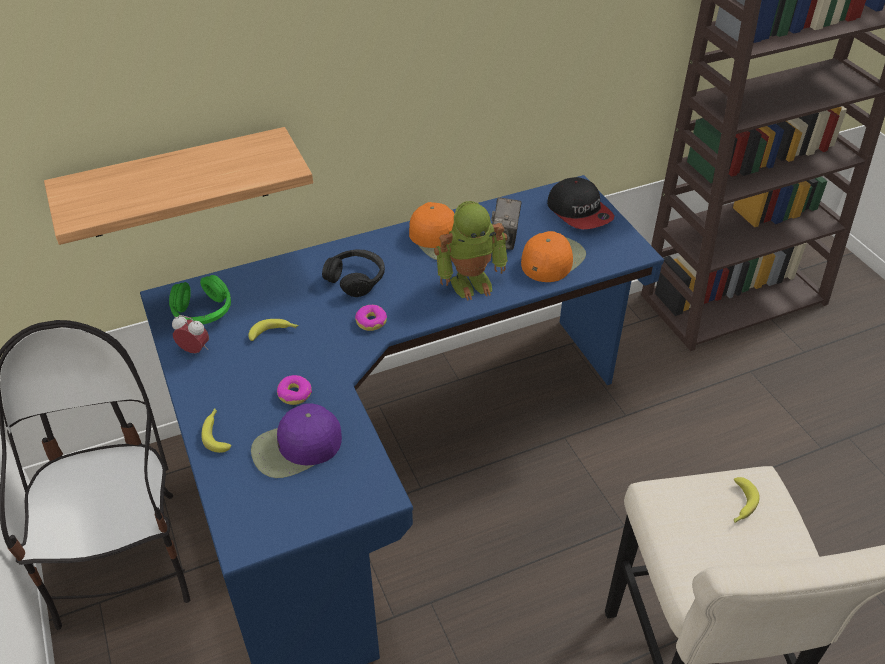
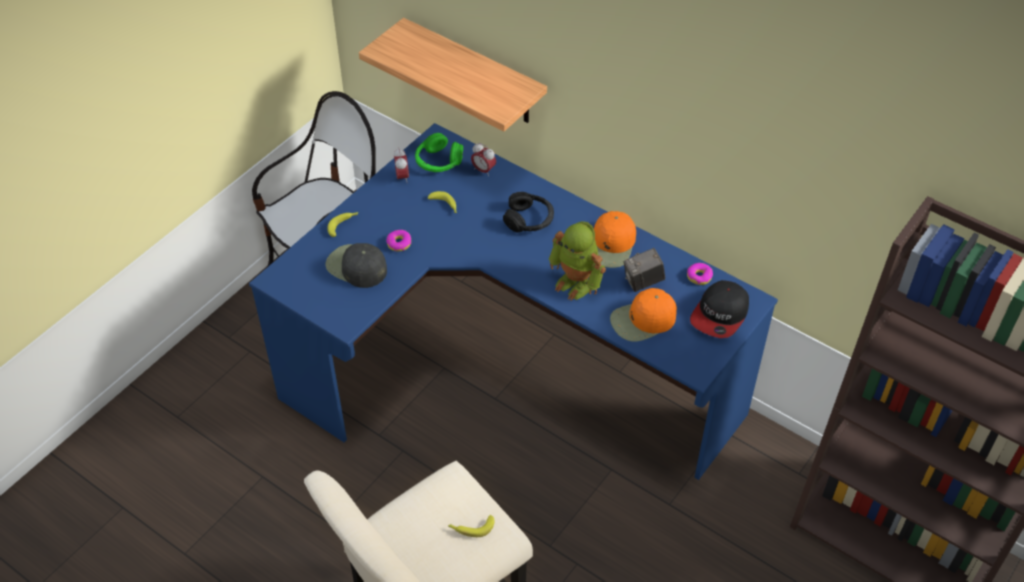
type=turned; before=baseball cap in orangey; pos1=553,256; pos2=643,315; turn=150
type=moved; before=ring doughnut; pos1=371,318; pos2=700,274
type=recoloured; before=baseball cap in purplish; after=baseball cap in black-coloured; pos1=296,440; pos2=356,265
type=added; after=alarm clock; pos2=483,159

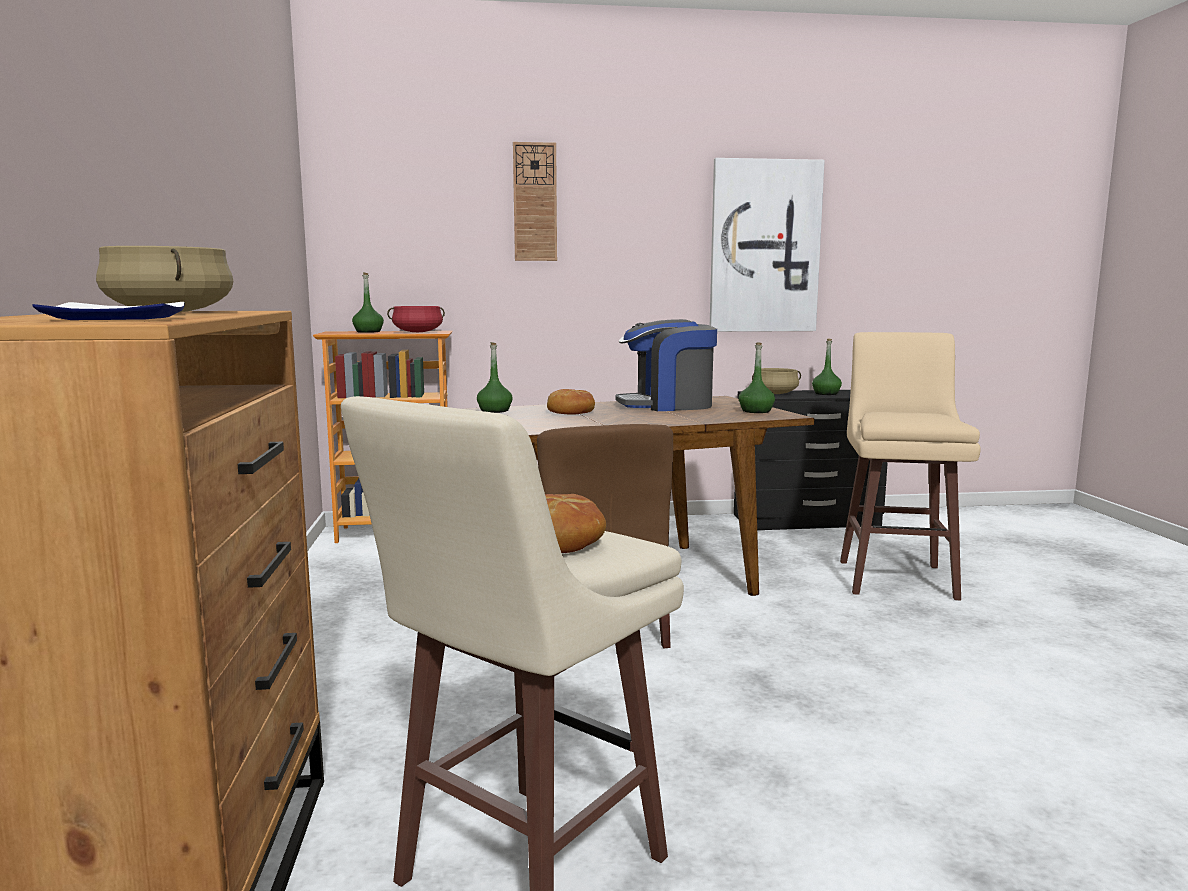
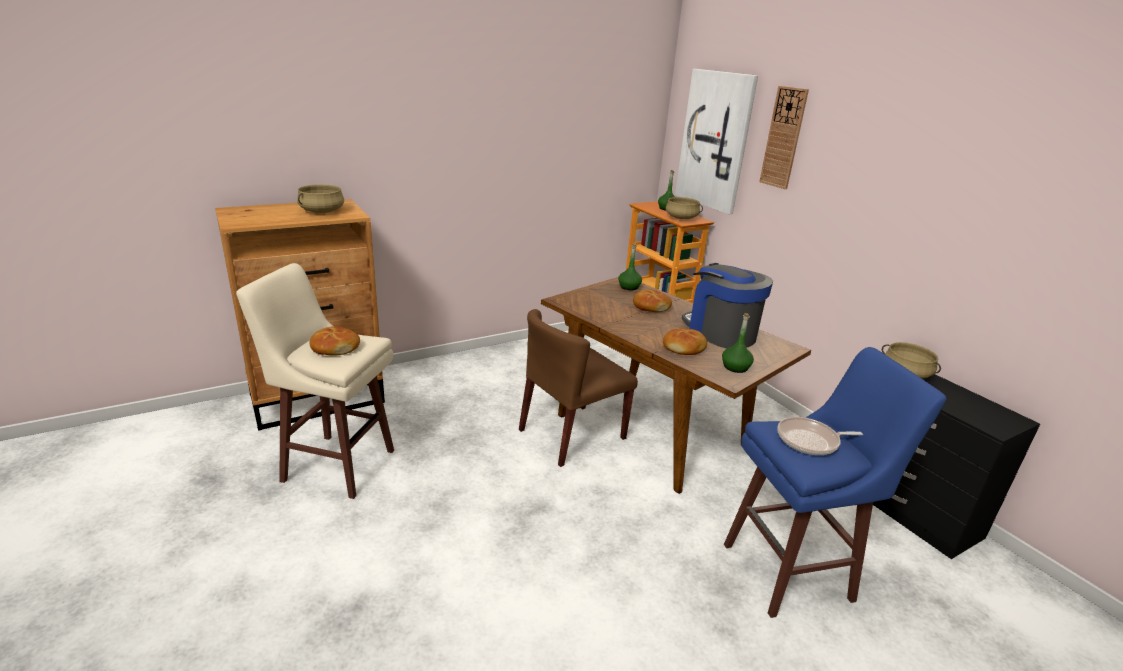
type=moved; before=picture; pos1=767,245; pos2=716,141
type=removed; before=dinner plate; pos1=108,311
type=recoloured; before=saucepot in reddish; after=saucepot in beige-coloured; pos1=416,319; pos2=684,208
type=recoloured; before=stool in beige-coloured; after=stool in blue; pos1=910,466; pos2=835,482
type=removed; before=drink bottle in greenish; pos1=827,367
type=added; after=bakery bread; pos2=685,341
type=added; after=skillet; pos2=820,436

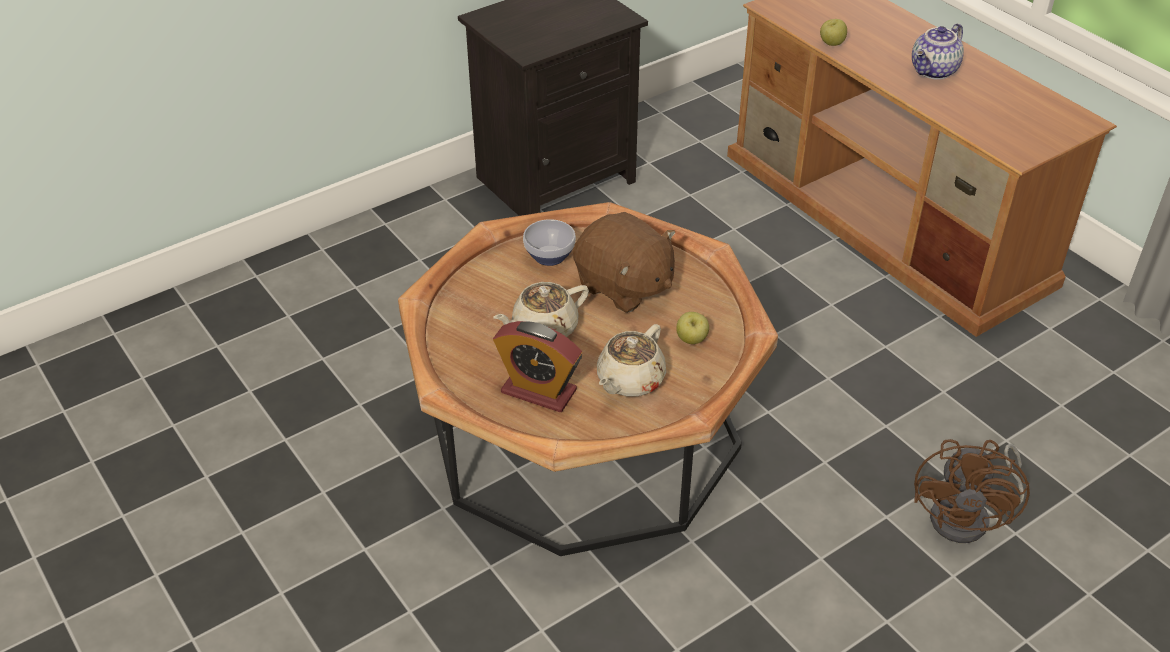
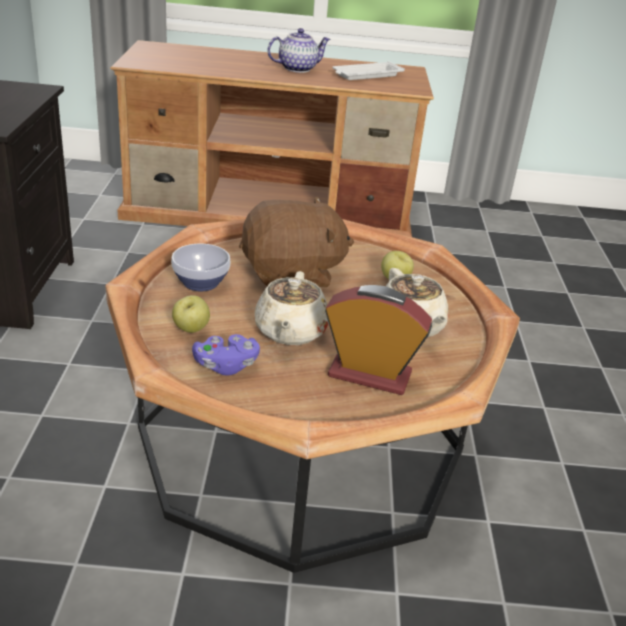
type=moved; before=apple; pos1=833,32; pos2=191,314
type=turned; before=tea pot; pos1=938,51; pos2=299,50; turn=-105
type=turned; before=alarm clock; pos1=537,366; pos2=378,340; turn=-135
type=removed; before=fan in brown; pos1=972,491
type=added; after=carrying tray in white-coloured; pos2=368,70
type=added; after=joypad in purplish; pos2=226,355

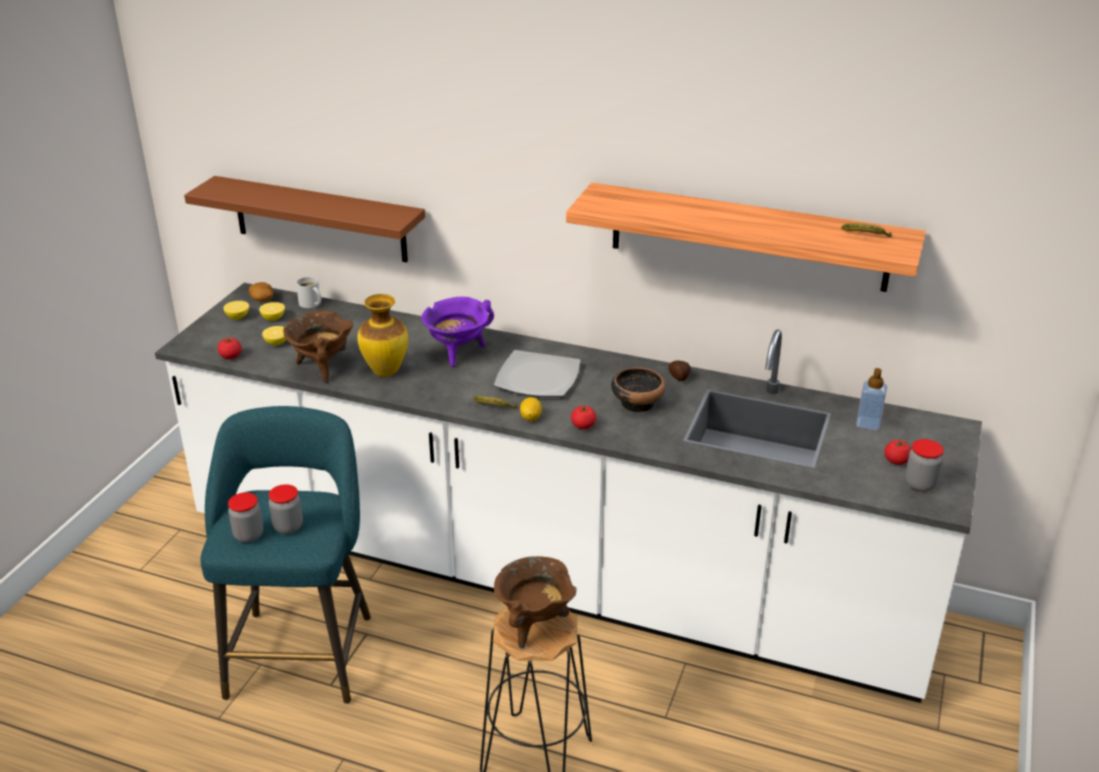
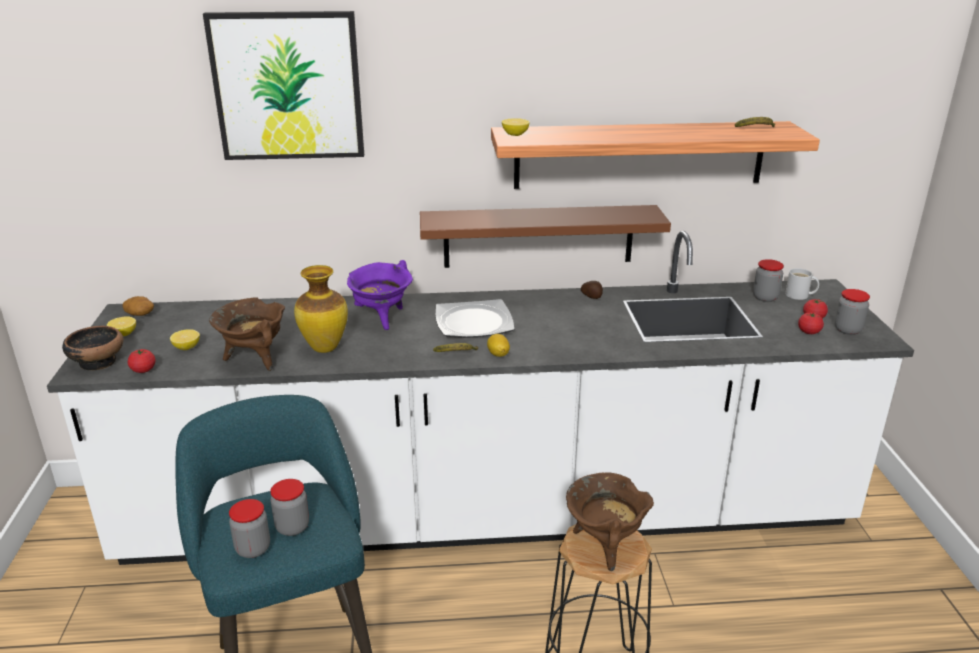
type=moved; before=wall shelf in brown; pos1=304,219; pos2=545,236
type=moved; before=tea mug in white-coloured; pos1=309,292; pos2=802,284
type=moved; before=citrus fruit; pos1=272,311; pos2=515,127
type=moved; before=serving bowl; pos1=638,390; pos2=92,348
type=replaced; before=soap dispenser; after=storage jar; pos1=871,399; pos2=768,280
type=moved; before=whole tomato; pos1=583,417; pos2=811,323
type=added; after=picture; pos2=283,85

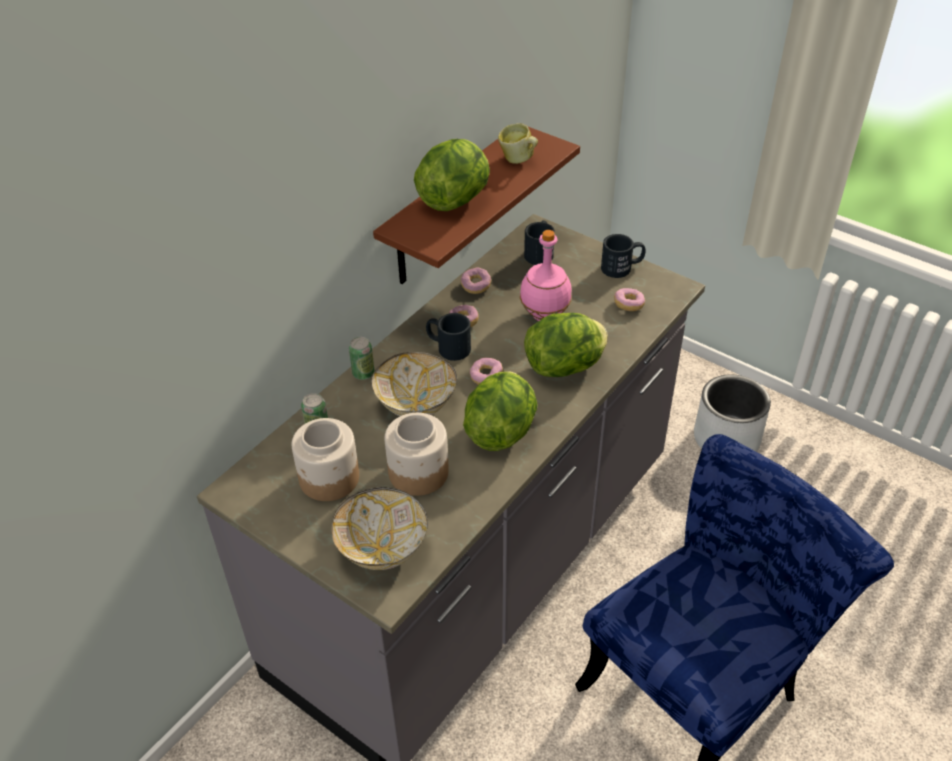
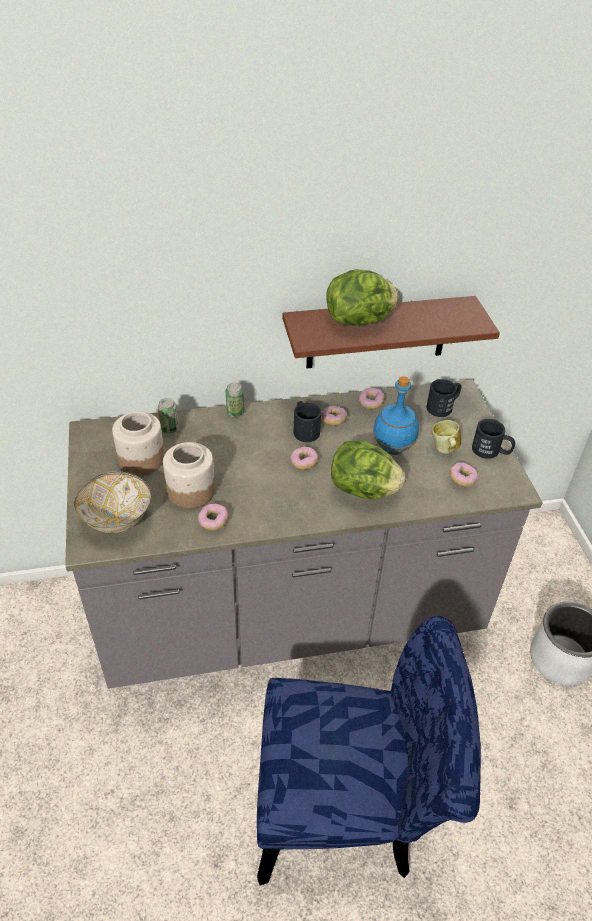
type=moved; before=tea mug; pos1=518,143; pos2=446,437
type=recoloured; before=drink bottle in pinkish; after=drink bottle in blue; pos1=546,275; pos2=396,415
type=removed; before=serving bowl; pos1=414,384
type=removed; before=lettuce head; pos1=500,411
type=added; after=ring doughnut; pos2=213,516

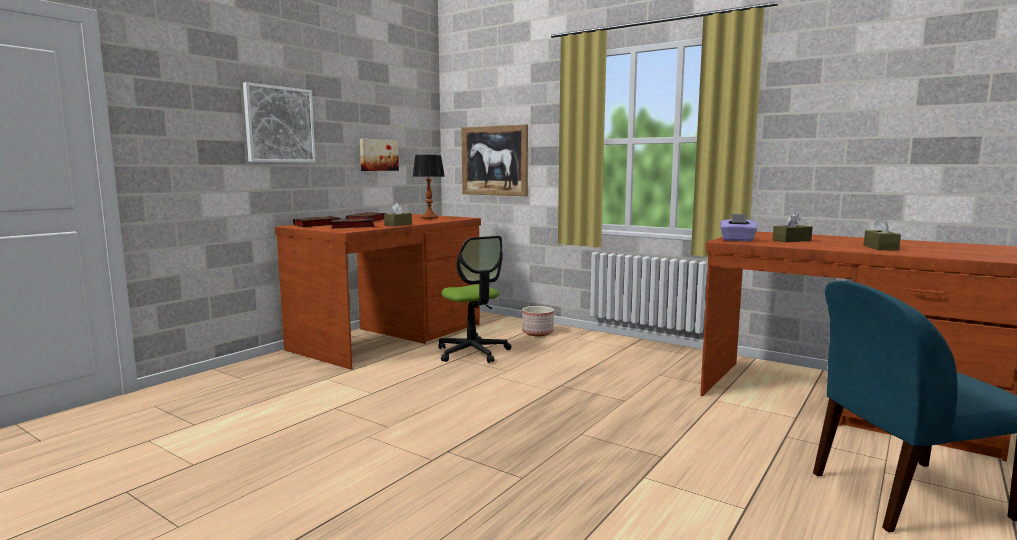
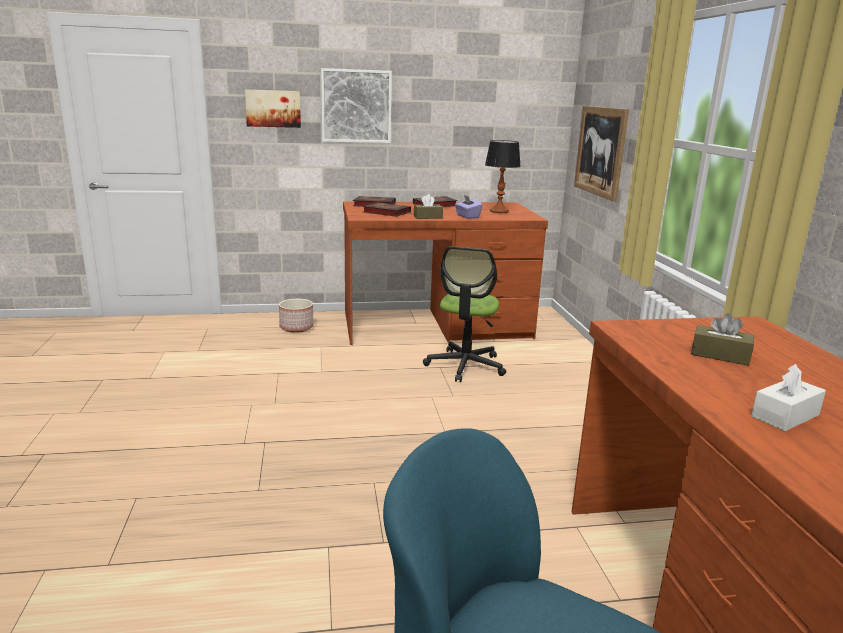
type=moved; before=picture; pos1=379,155; pos2=273,108
type=moved; before=box of tissues in purplish; pos1=738,227; pos2=469,207
type=recoloured; before=box of tissues in brown; after=box of tissues in white-coloured; pos1=882,234; pos2=788,397
type=moved; before=planter; pos1=538,321; pos2=296,316

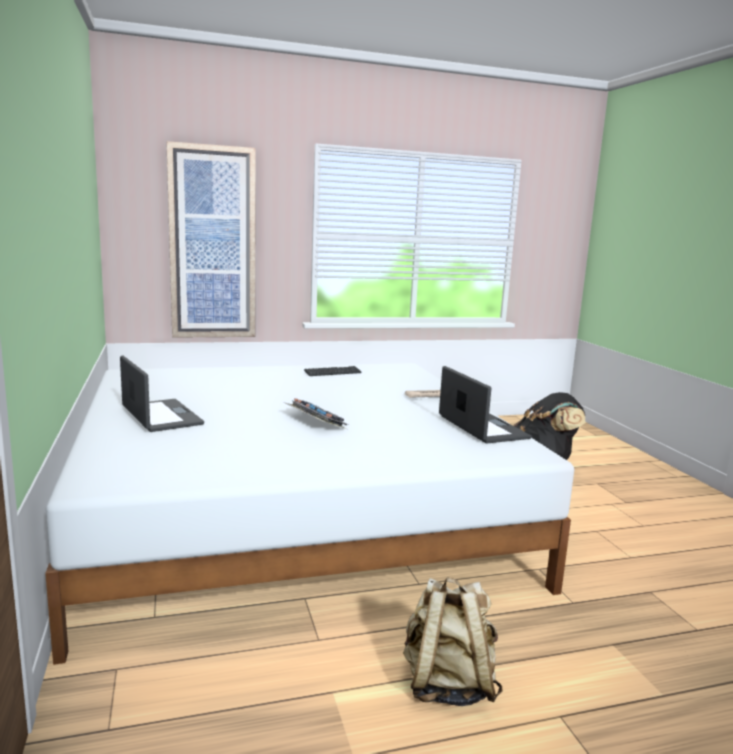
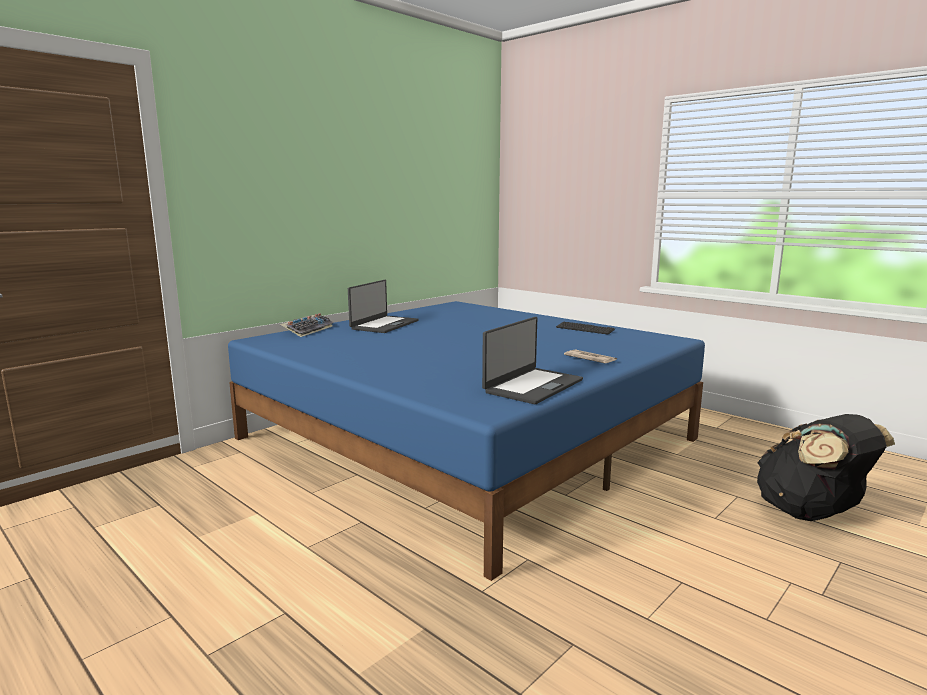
type=removed; before=picture; pos1=211,239
type=recoloured; before=sleeping bed in white-coloured; after=sleeping bed in blue; pos1=309,514; pos2=466,441
type=moved; before=keyboard; pos1=317,413; pos2=306,325
type=removed; before=knapsack in beige-coloured; pos1=453,641

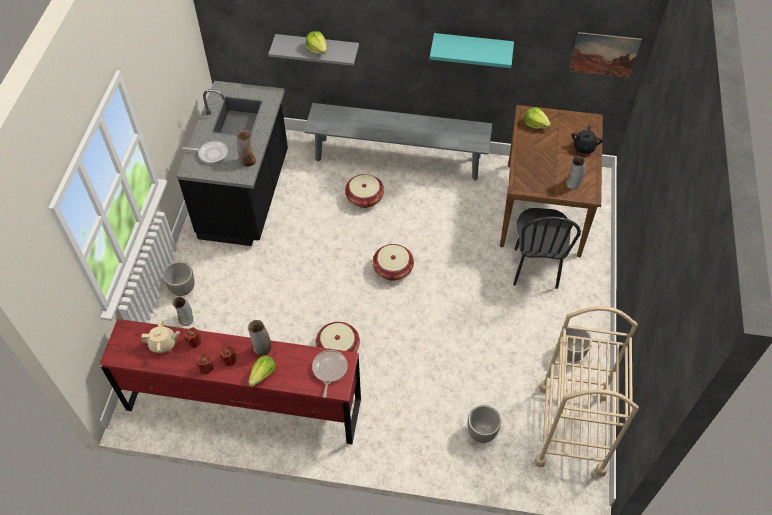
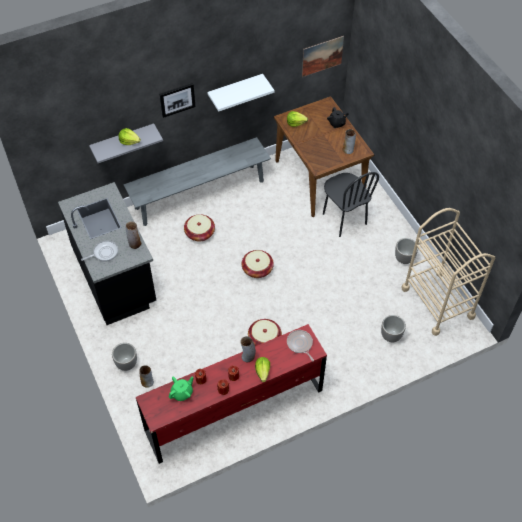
type=recoloured; before=wall shelf in turquoise-coloured; after=wall shelf in white-coloured; pos1=472,50; pos2=240,93
type=recoloured; before=tea pot in beige-coloured; after=tea pot in greenish; pos1=160,336; pos2=181,389
type=added; after=picture; pos2=177,100

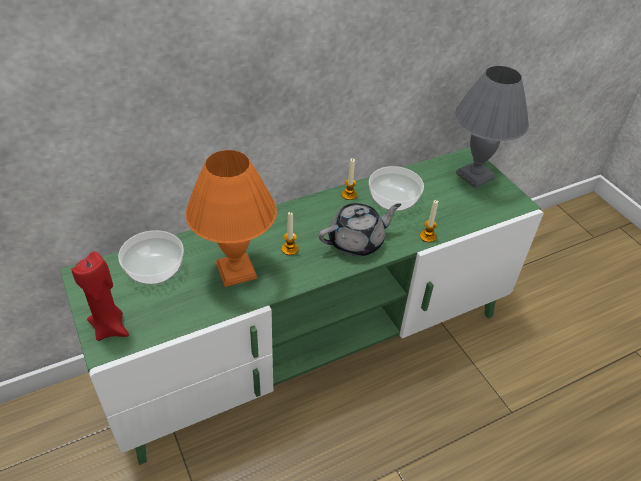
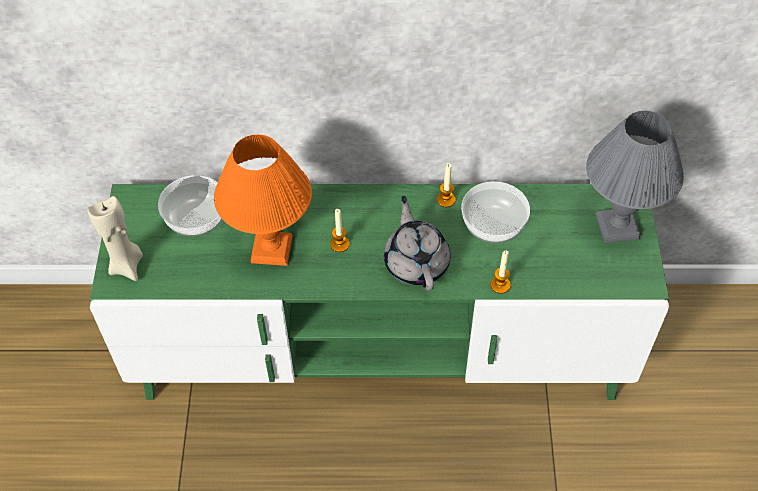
type=turned; before=tea pot in greyish; pos1=360,229; pos2=417,243; turn=-105
type=recoloured; before=candle in reddish; after=candle in beige-coloured; pos1=100,296; pos2=115,238

